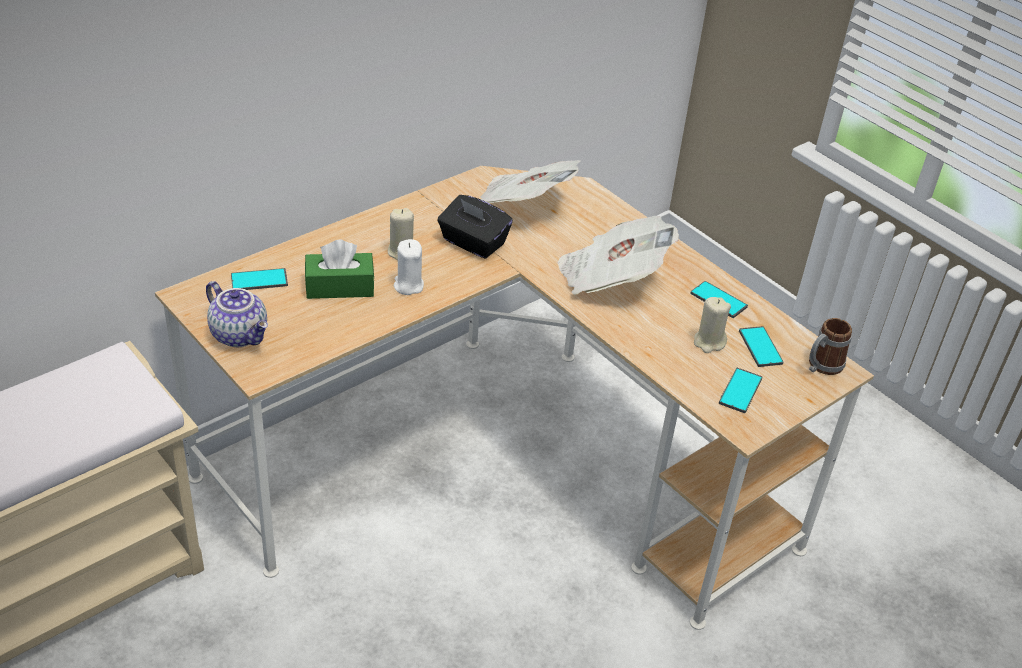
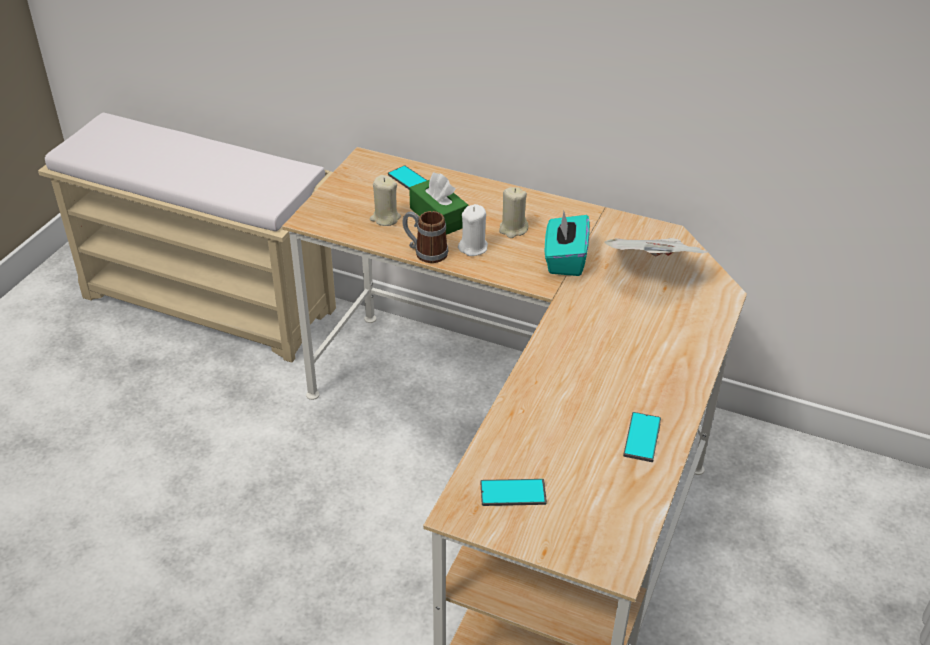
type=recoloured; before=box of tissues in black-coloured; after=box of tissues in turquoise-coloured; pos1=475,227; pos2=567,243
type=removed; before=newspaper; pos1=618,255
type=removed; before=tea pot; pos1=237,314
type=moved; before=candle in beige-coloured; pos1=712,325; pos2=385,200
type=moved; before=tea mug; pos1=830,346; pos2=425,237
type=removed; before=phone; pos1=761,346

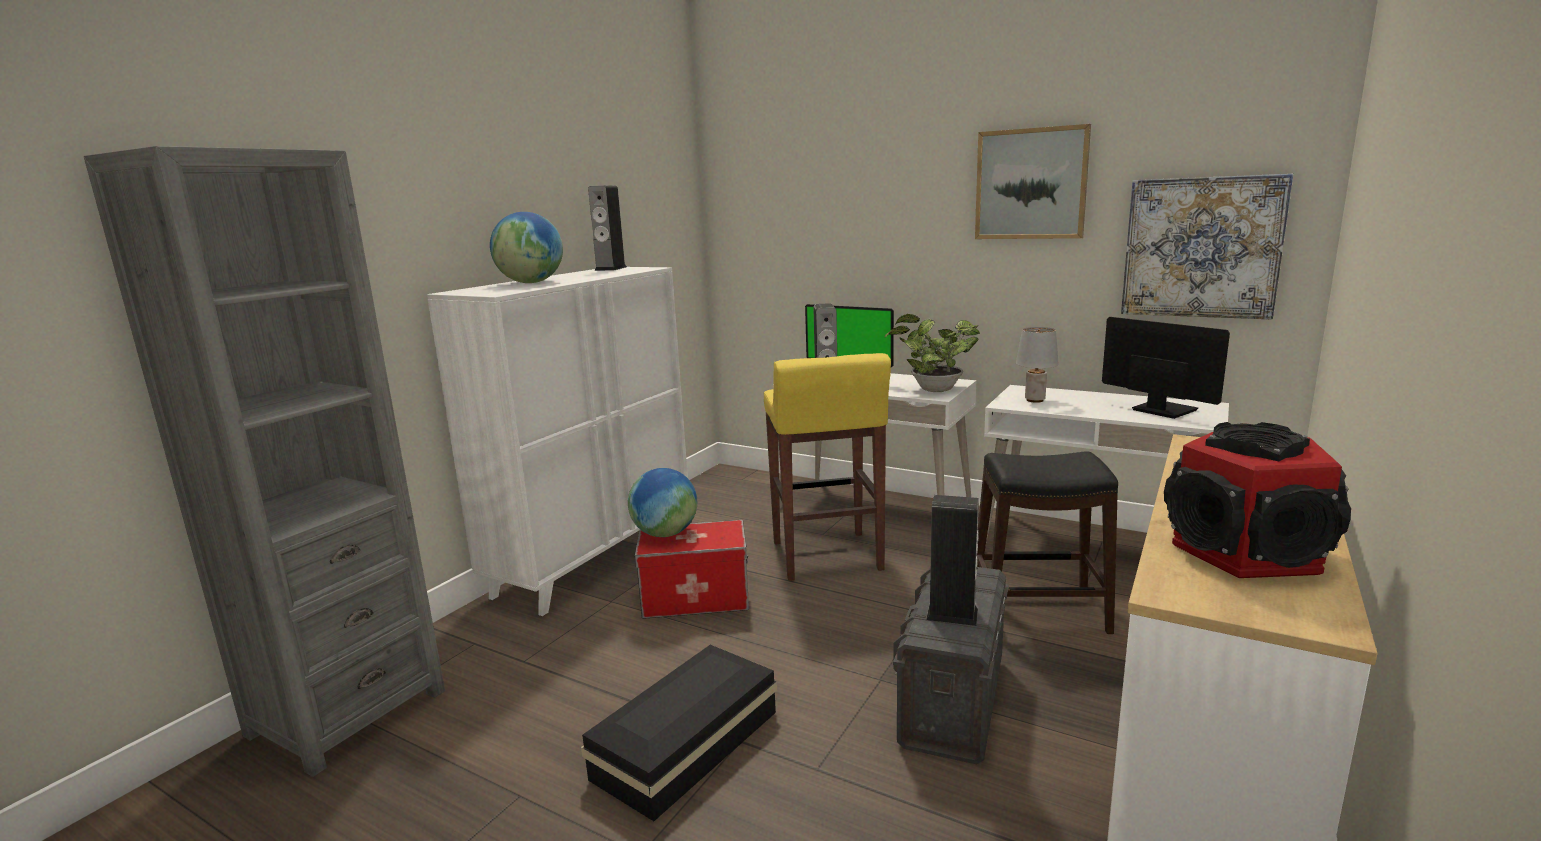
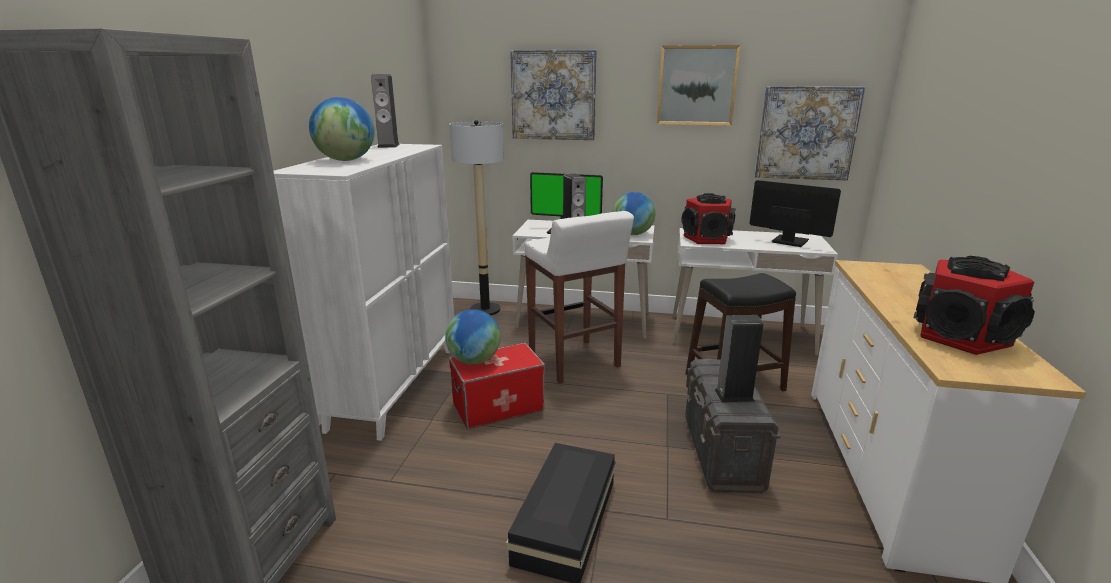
type=replaced; before=plant in a pot; after=globe; pos1=932,353; pos2=634,213
type=replaced; before=table lamp in greyish; after=loudspeaker; pos1=1037,365; pos2=709,218
type=recoloured; before=stool in yellow; after=stool in white-coloured; pos1=827,467; pos2=579,297
type=added; after=picture; pos2=553,95
type=added; after=standing lamp; pos2=476,217

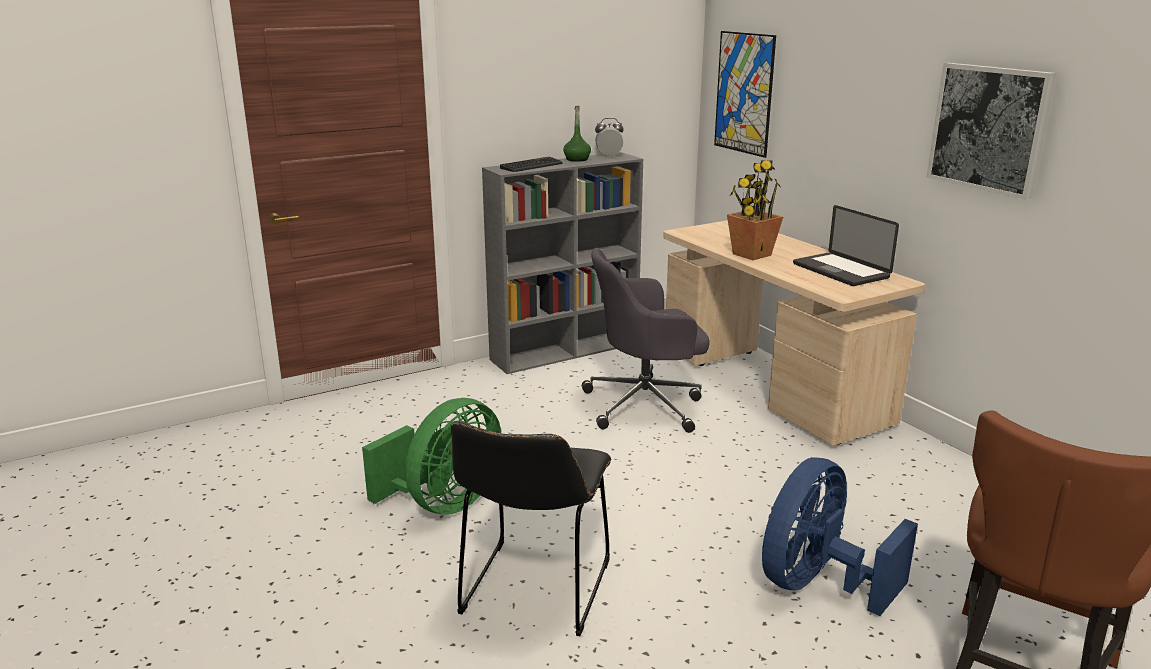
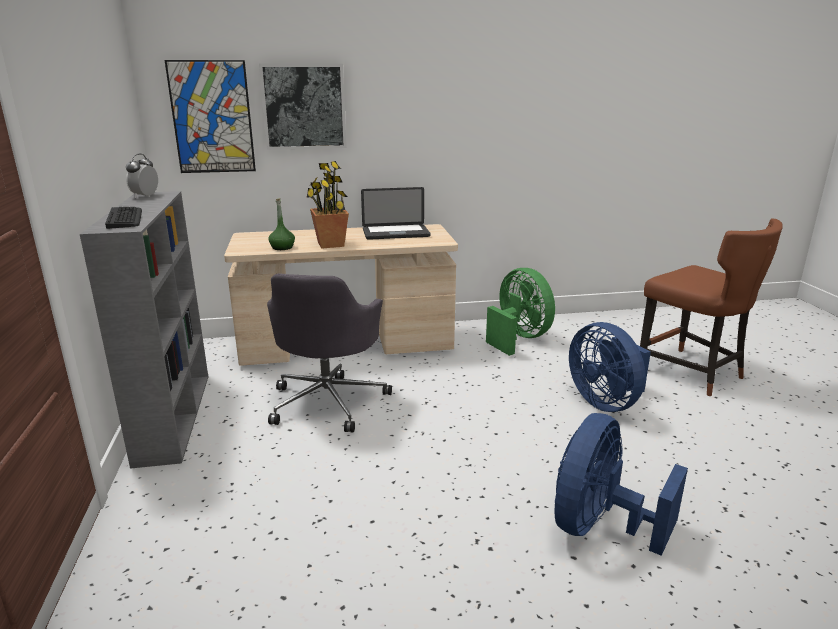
type=moved; before=picture; pos1=991,131; pos2=303,107
type=moved; before=drink bottle in greenish; pos1=577,134; pos2=281,224
type=moved; before=fan in greenish; pos1=431,456; pos2=520,312
type=replaced; before=upright chair in black-coloured; after=fan in blue; pos1=531,529; pos2=621,484

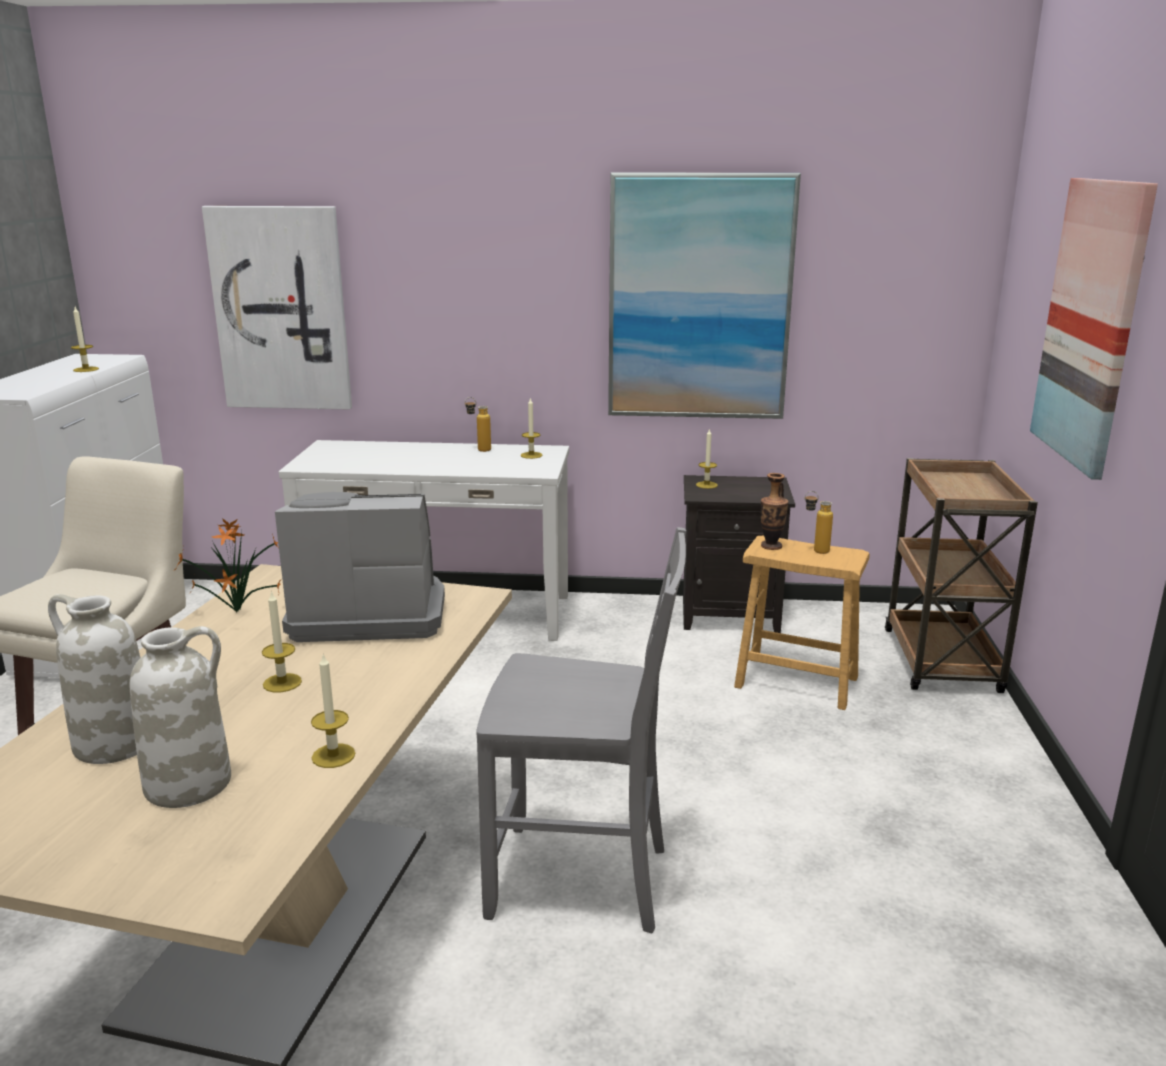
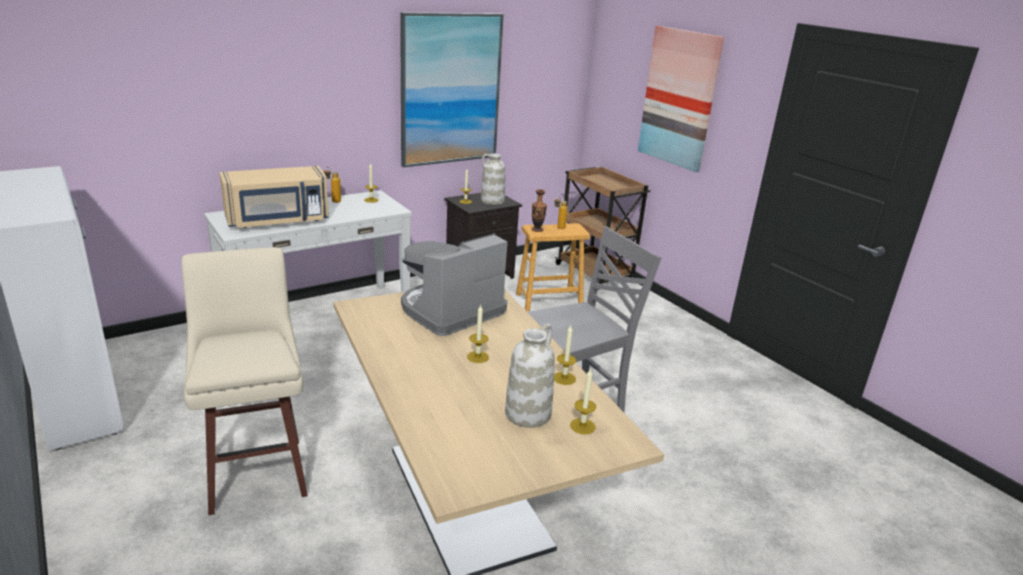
type=removed; before=picture; pos1=277,307
type=moved; before=candle; pos1=85,339; pos2=583,401
type=removed; before=plant in a pot; pos1=227,565
type=moved; before=flower vase in white-coloured; pos1=94,679; pos2=493,179
type=added; after=microwave in beige-coloured; pos2=274,197

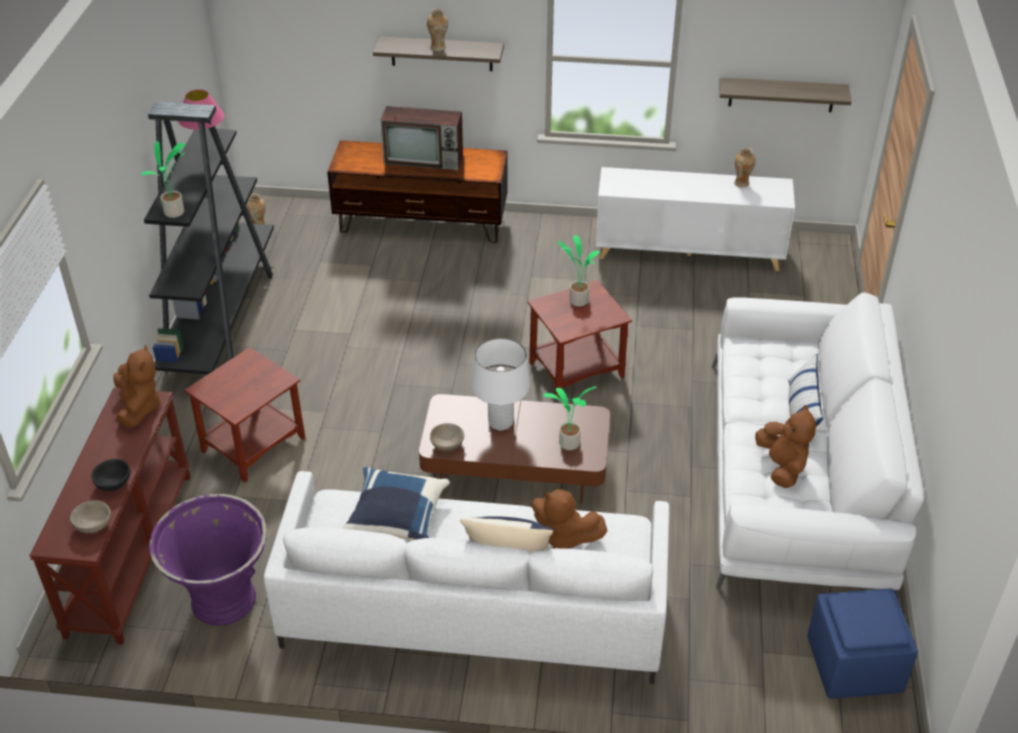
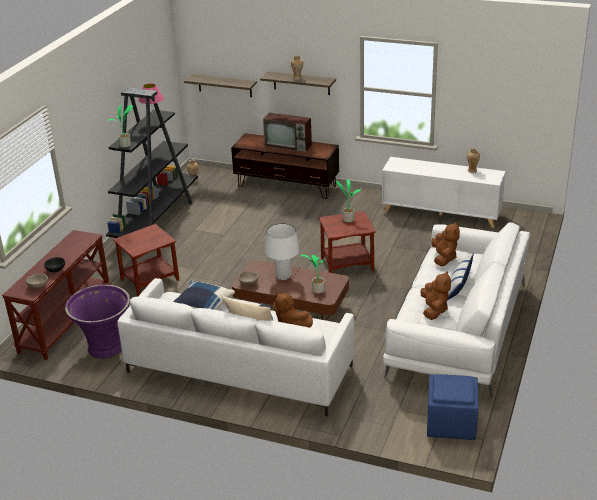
type=moved; before=wall shelf; pos1=785,94; pos2=220,85
type=moved; before=cuddly toy in brown; pos1=137,386; pos2=445,244

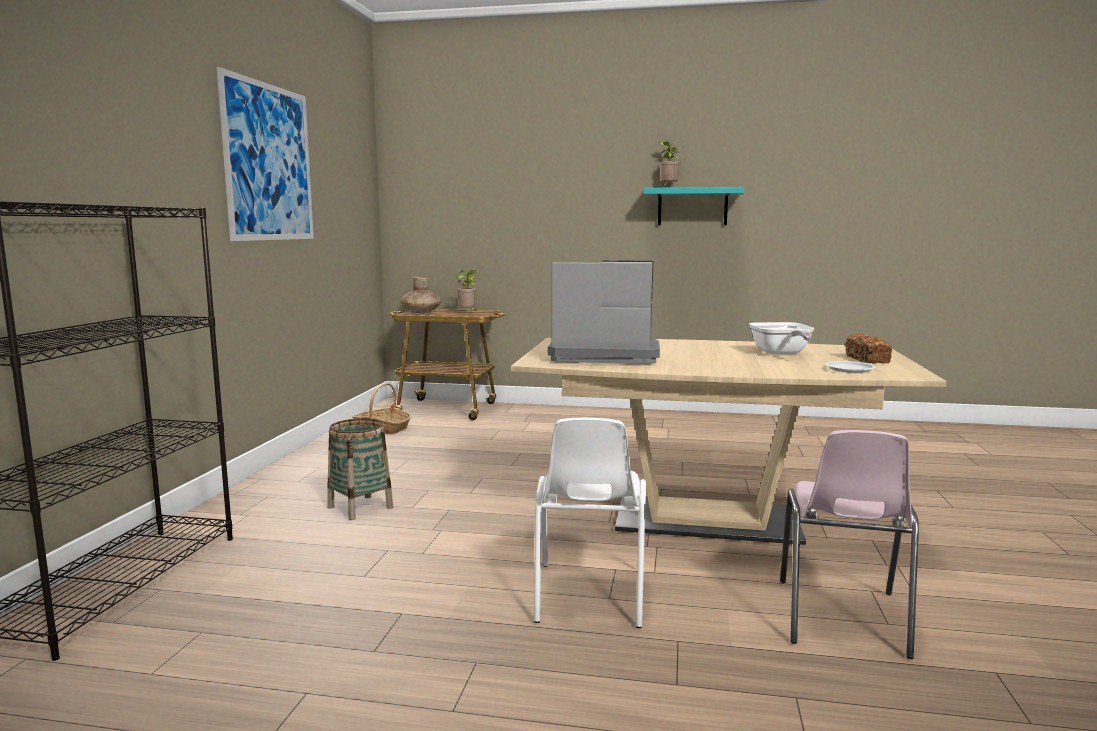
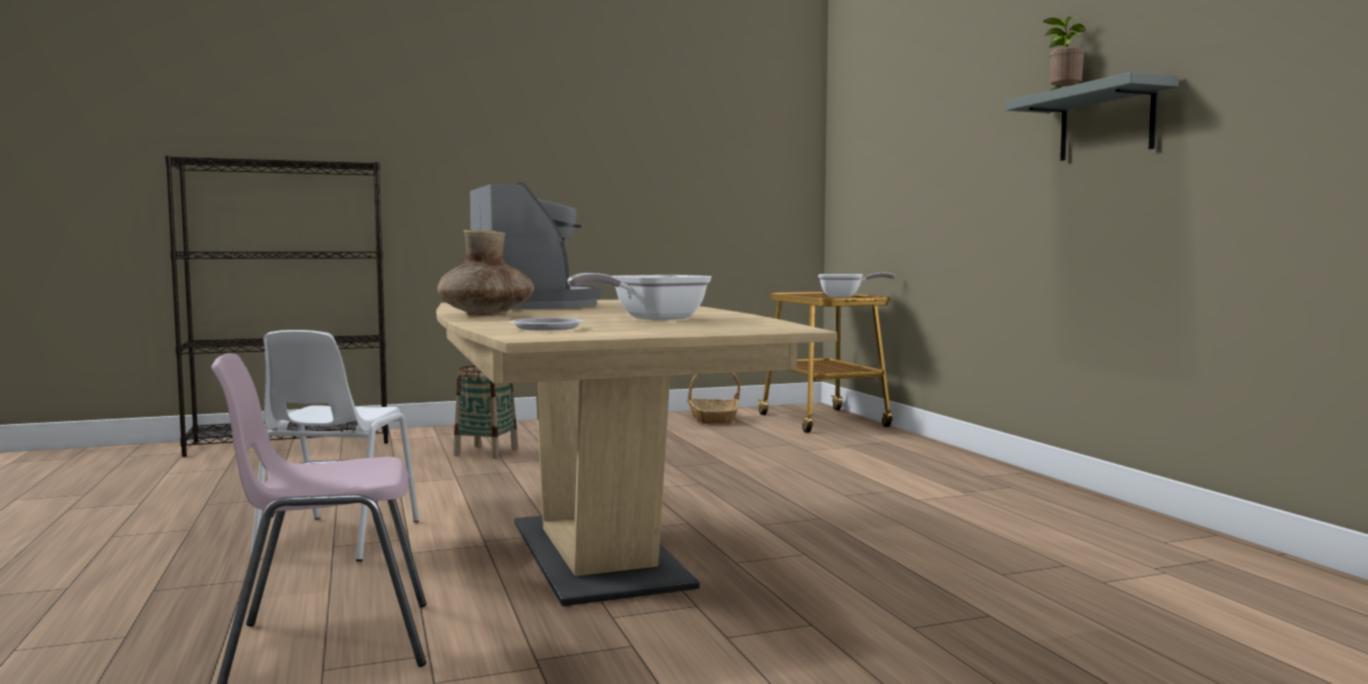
type=removed; before=picture; pos1=265,154
type=recoloured; before=wall shelf in turquoise-coloured; after=wall shelf in greyish; pos1=694,206; pos2=1092,116
type=replaced; before=plant in a pot; after=skillet; pos1=468,290; pos2=856,285
type=moved; before=flower vase in brown; pos1=421,295; pos2=485,273
type=removed; before=bakery bread; pos1=868,349
type=turned; before=upright chair in white-coloured; pos1=590,523; pos2=335,445; turn=-60

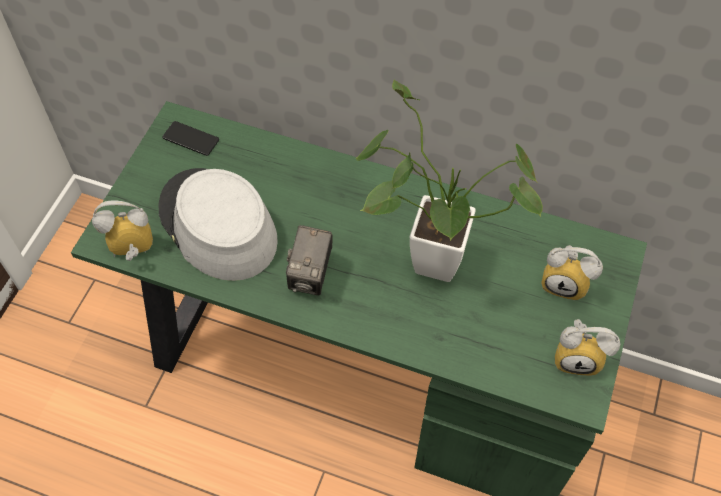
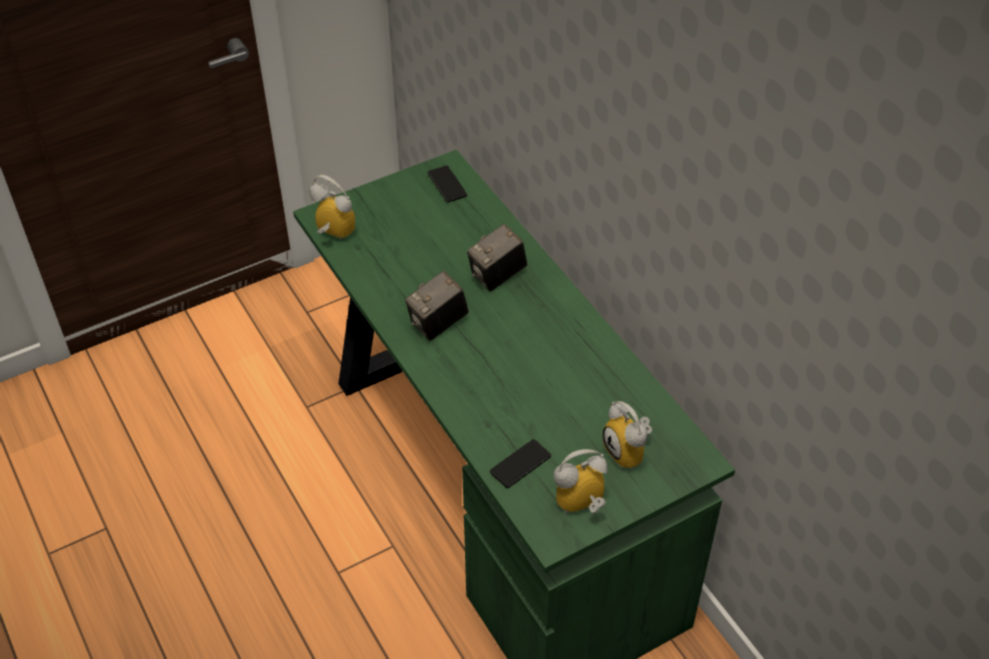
type=removed; before=plant in a pot; pos1=449,181
type=removed; before=clothing hat in greyish; pos1=218,224
type=turned; before=alarm clock; pos1=587,347; pos2=581,482; turn=105
type=added; after=still camera; pos2=497,258
type=added; after=phone; pos2=520,463

